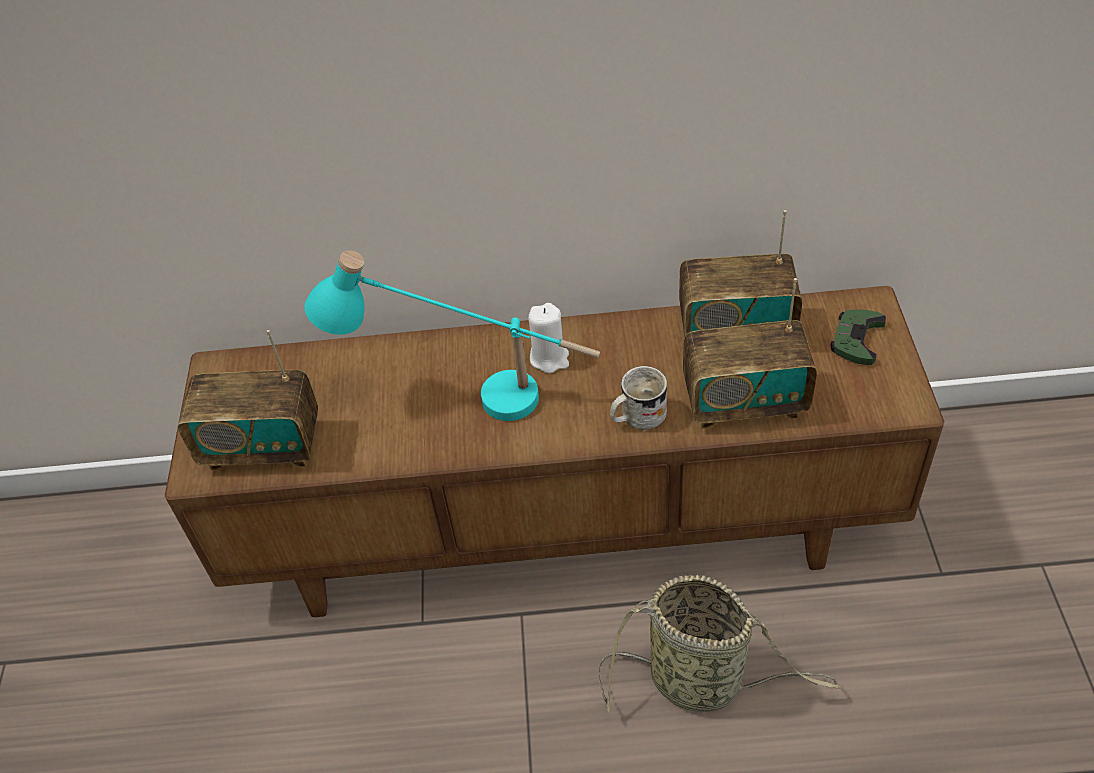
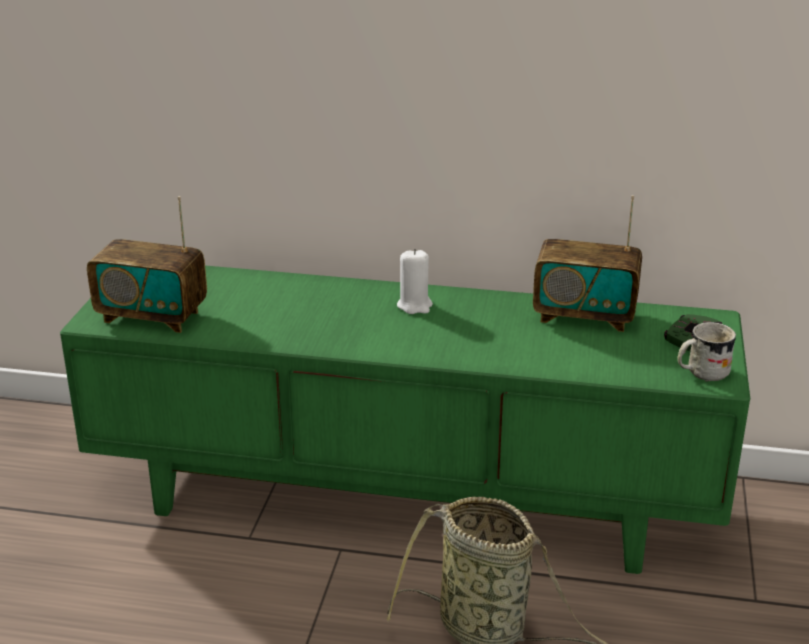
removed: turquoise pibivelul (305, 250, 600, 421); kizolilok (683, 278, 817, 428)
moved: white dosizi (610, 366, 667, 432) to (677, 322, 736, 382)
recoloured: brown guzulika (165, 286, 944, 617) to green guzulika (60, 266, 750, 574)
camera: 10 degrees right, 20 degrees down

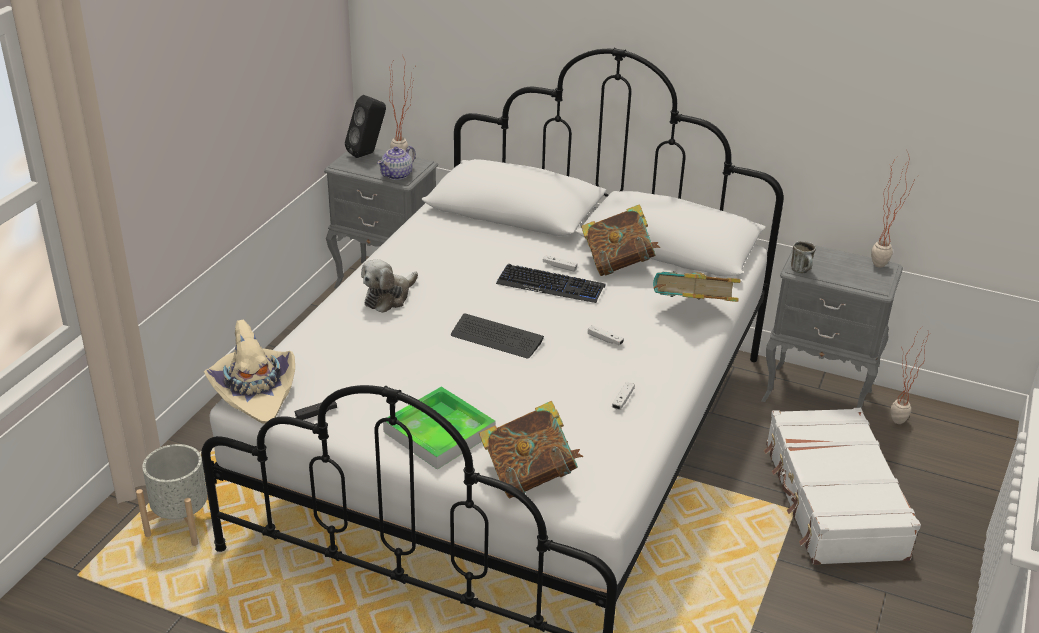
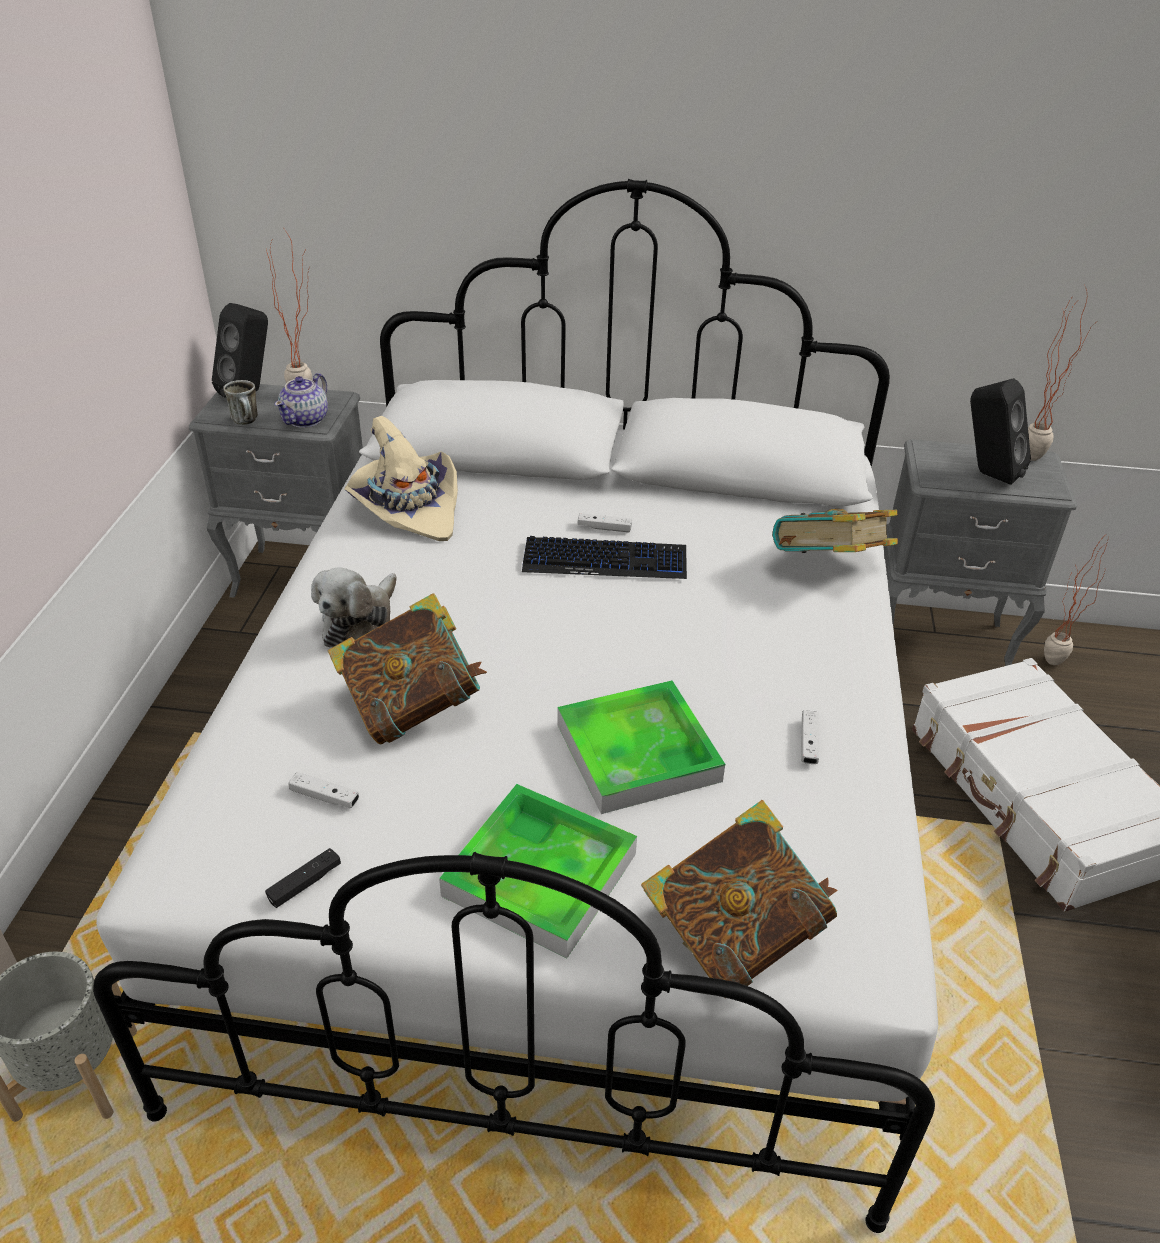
removed: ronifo (451, 313, 544, 359)
added: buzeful (557, 680, 725, 814); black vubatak (970, 378, 1031, 485)
moved: dosizi (791, 241, 816, 273) to (223, 380, 258, 425); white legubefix (588, 325, 624, 346) to (288, 772, 359, 809); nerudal (581, 204, 661, 276) to (328, 593, 487, 745); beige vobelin (204, 319, 295, 424) to (344, 416, 458, 541)
camera: 15 degrees left, 5 degrees up

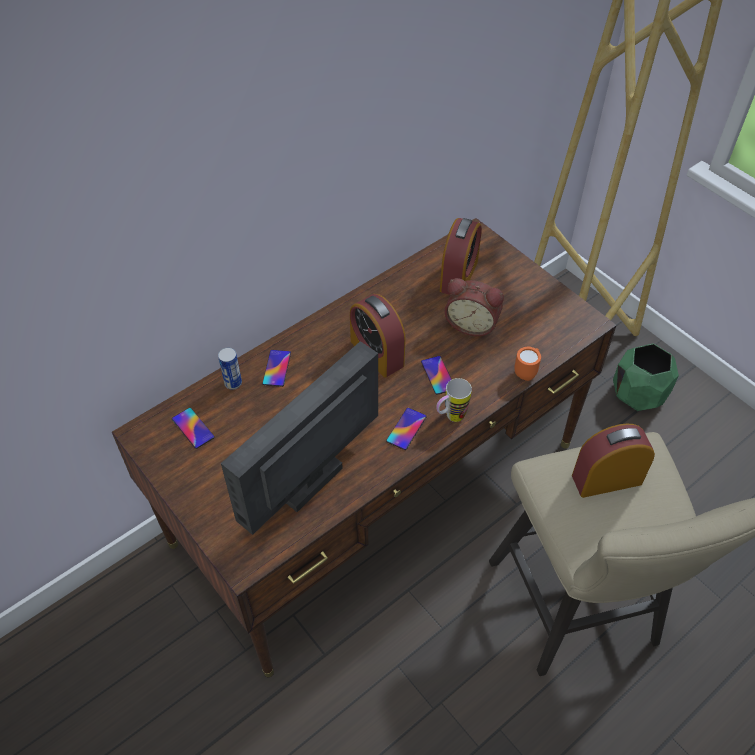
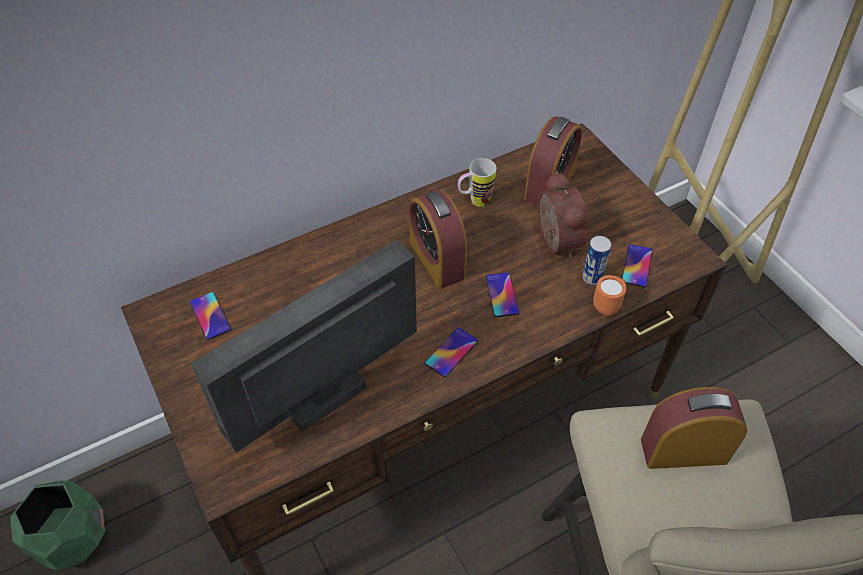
moved: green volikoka (613, 343, 679, 411) to (10, 480, 105, 570); dosizi (436, 378, 472, 422) to (458, 158, 496, 207); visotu (218, 347, 242, 390) to (582, 236, 611, 285); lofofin (262, 350, 291, 387) to (622, 244, 653, 288)
turned: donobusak (445, 278, 504, 336) = (538, 171, 589, 258) 135 degrees counterclockwise
camera: 10 degrees right, 0 degrees up

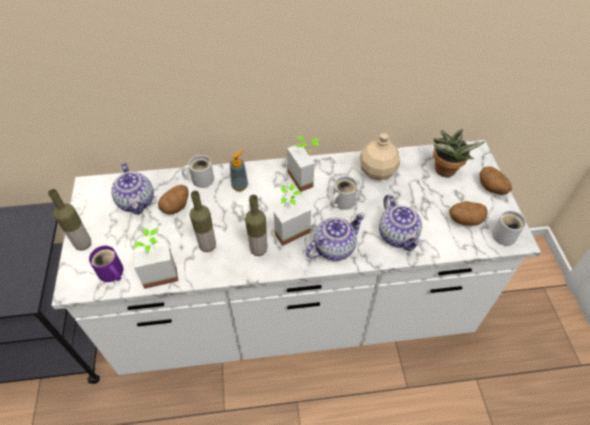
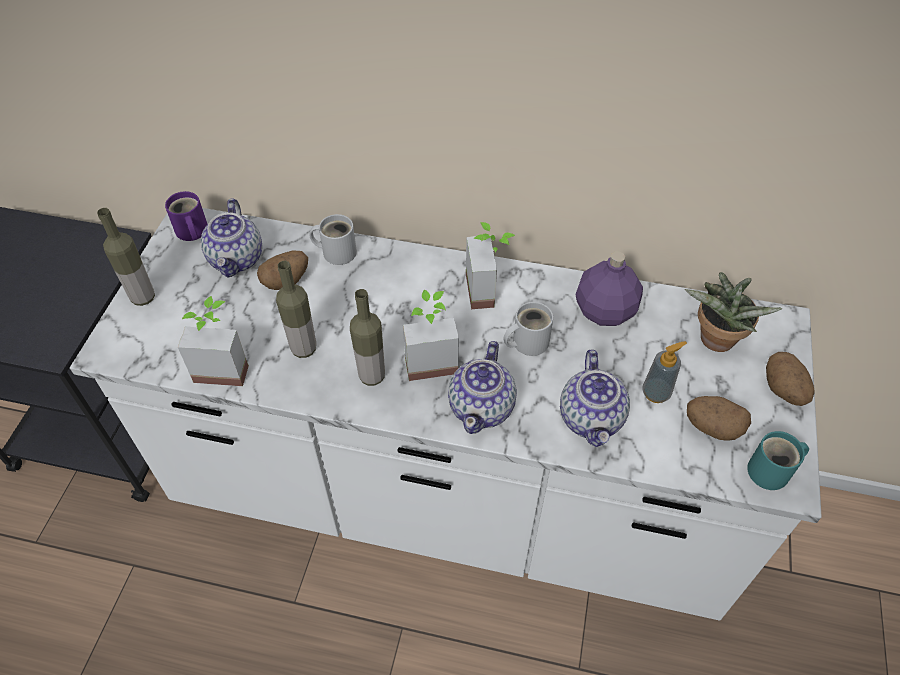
moved: purple dosizi (89, 246, 123, 282) to (165, 191, 207, 241); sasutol (230, 150, 248, 191) to (643, 341, 687, 403)
recoloured: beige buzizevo (360, 133, 400, 181) to purple buzizevo (575, 252, 643, 326); white dosizi (492, 210, 526, 246) to turquoise dosizi (747, 431, 809, 490)
turned: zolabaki (306, 213, 365, 261) = (448, 341, 517, 434) 120 degrees clockwise
camera: 20 degrees right, 0 degrees up

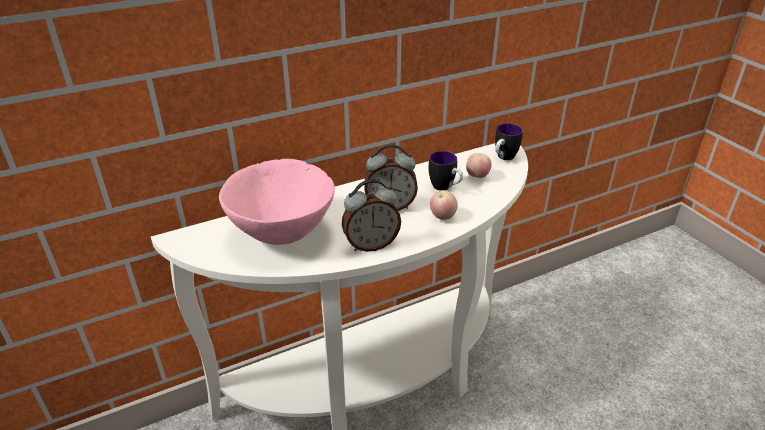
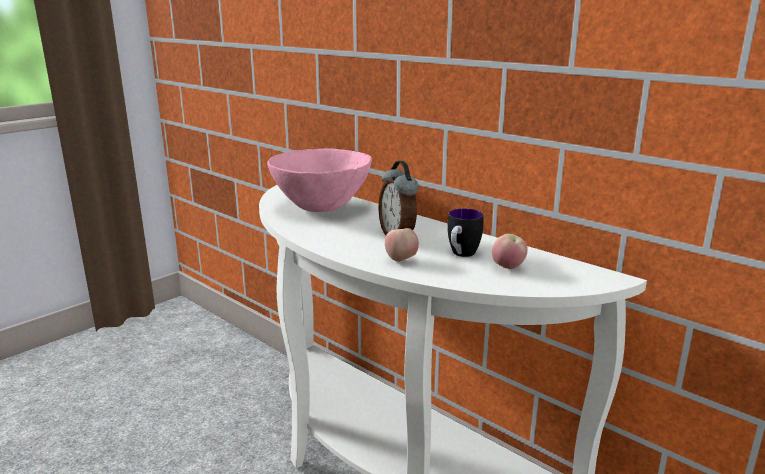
removed: donobusak (342, 179, 401, 252); dosizi (495, 124, 523, 160)
camera: 70 degrees right, 15 degrees down

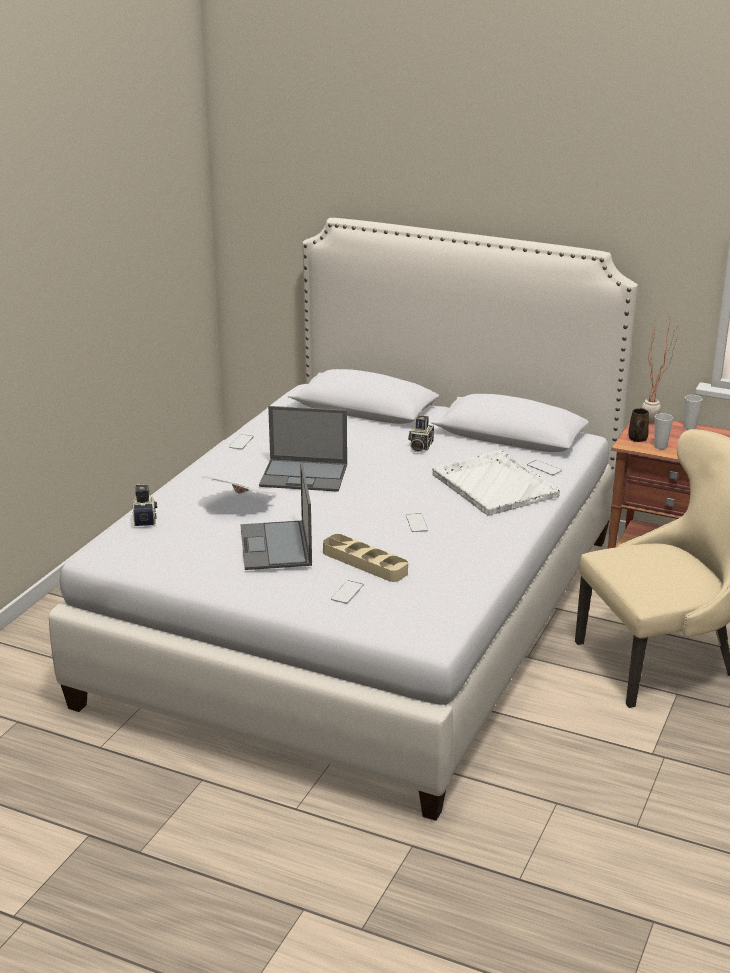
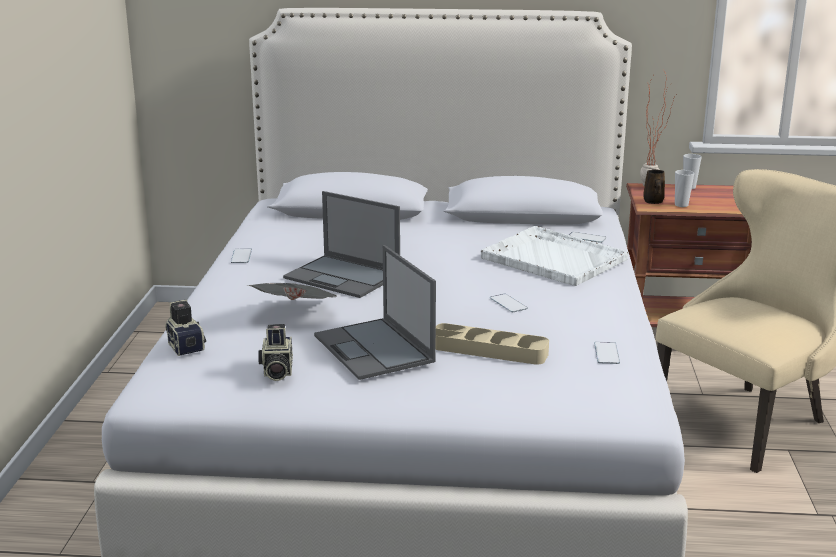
moved: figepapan (408, 415, 434, 452) to (258, 324, 293, 381); lofofin (331, 580, 364, 604) to (594, 342, 620, 364)
turned: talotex (259, 406, 347, 492) = (283, 191, 400, 298) 45 degrees clockwise
camera: 20 degrees left, 5 degrees down

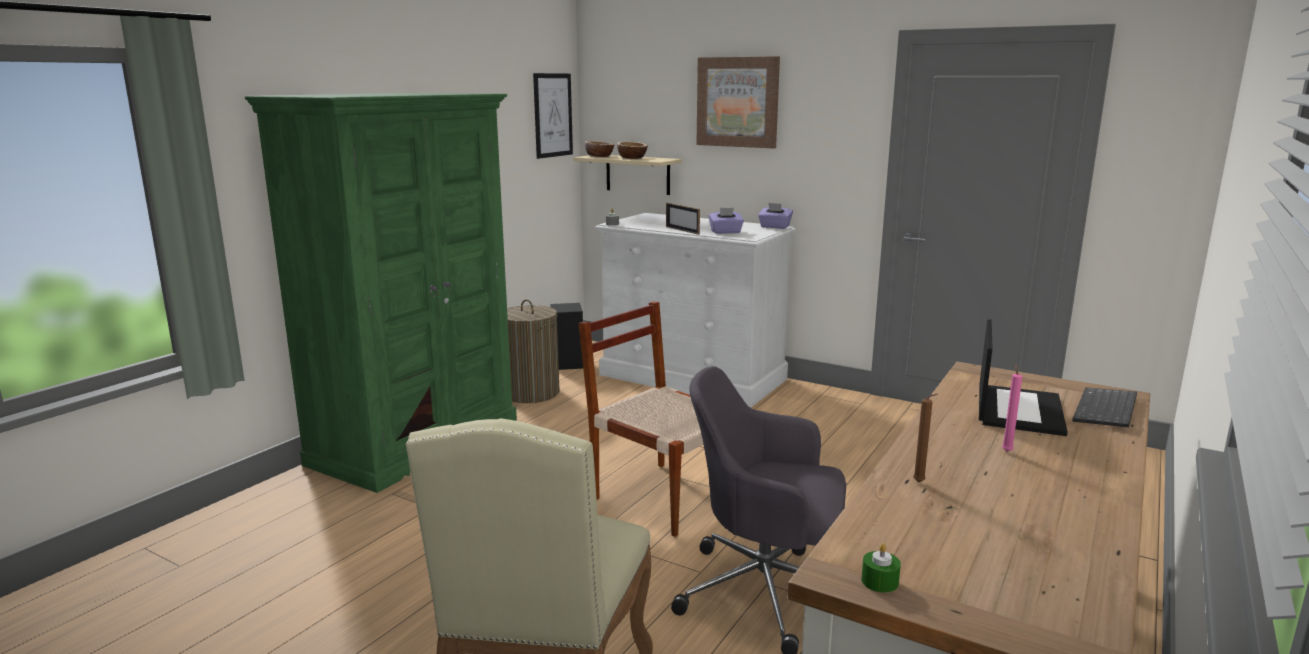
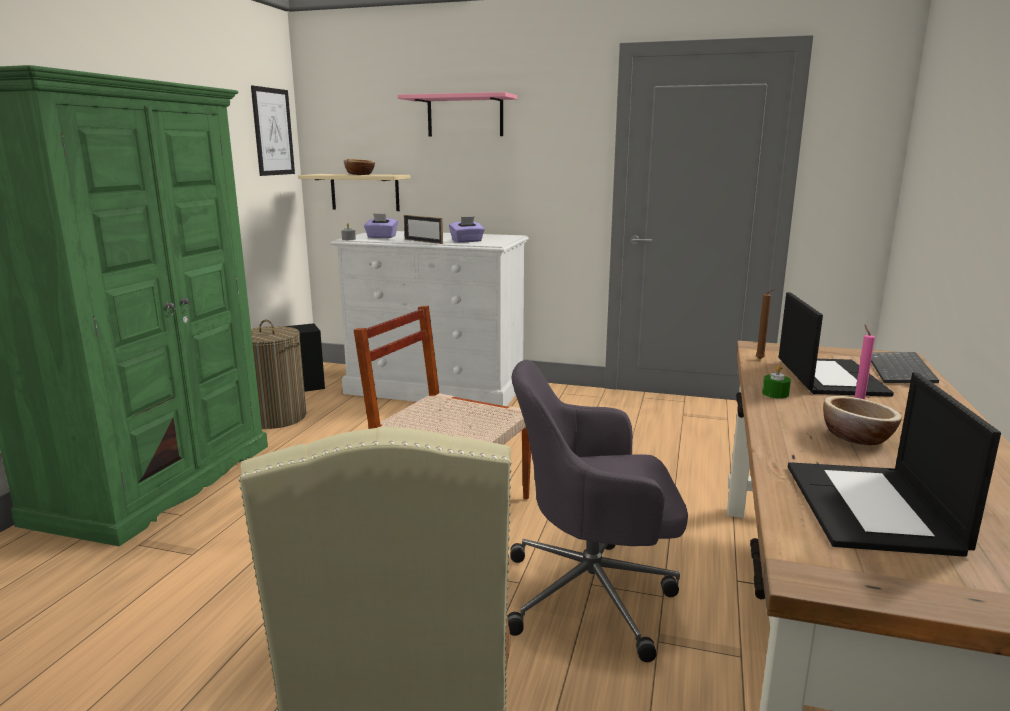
added: talotex (788, 373, 1001, 557)
moved: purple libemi (758, 203, 793, 229) to (364, 213, 398, 238); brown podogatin (913, 394, 938, 482) to (756, 288, 776, 359); green podogatin (861, 543, 901, 593) to (762, 365, 791, 399); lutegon (585, 141, 614, 157) to (823, 396, 902, 445)
replaced: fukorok (696, 56, 780, 148) to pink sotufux (397, 92, 517, 137)
camera: 15 degrees left, 0 degrees up

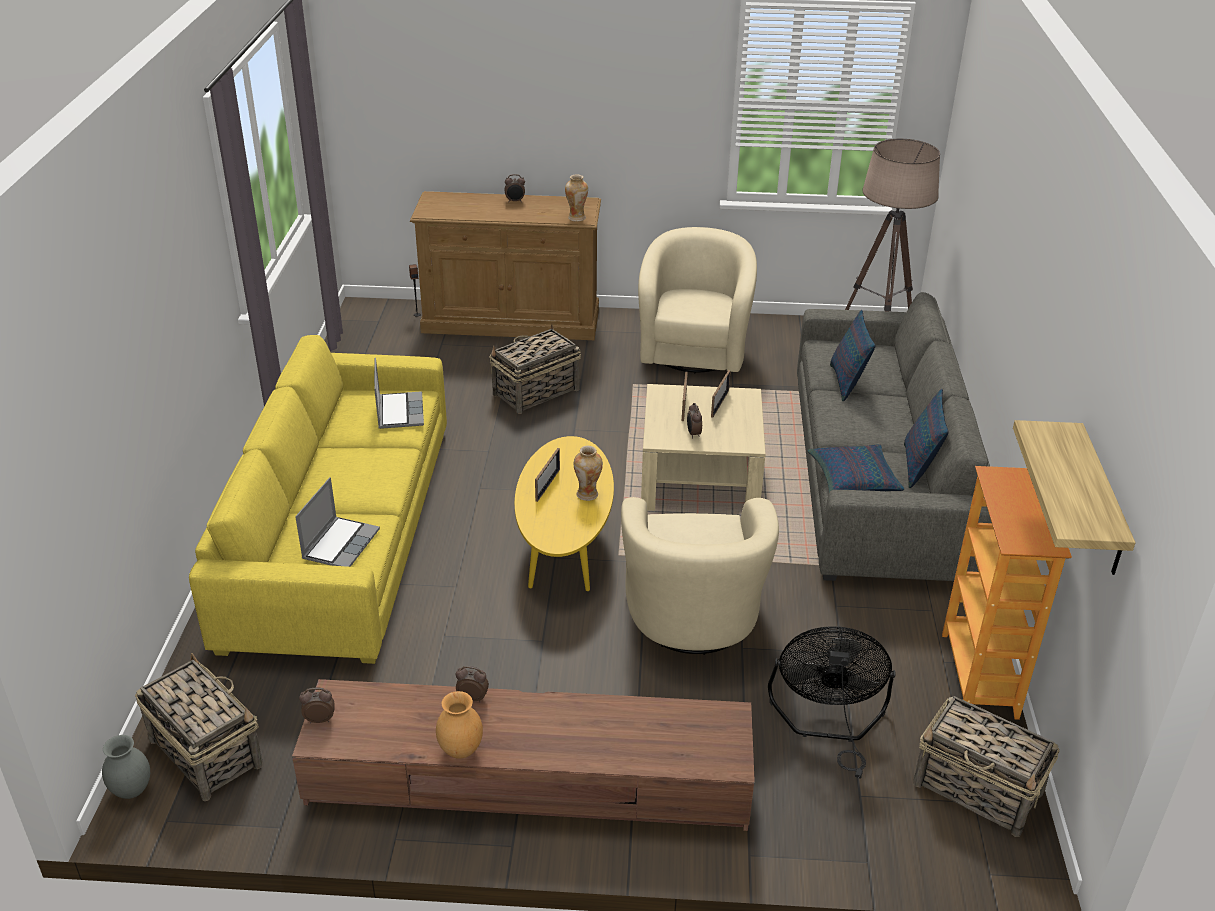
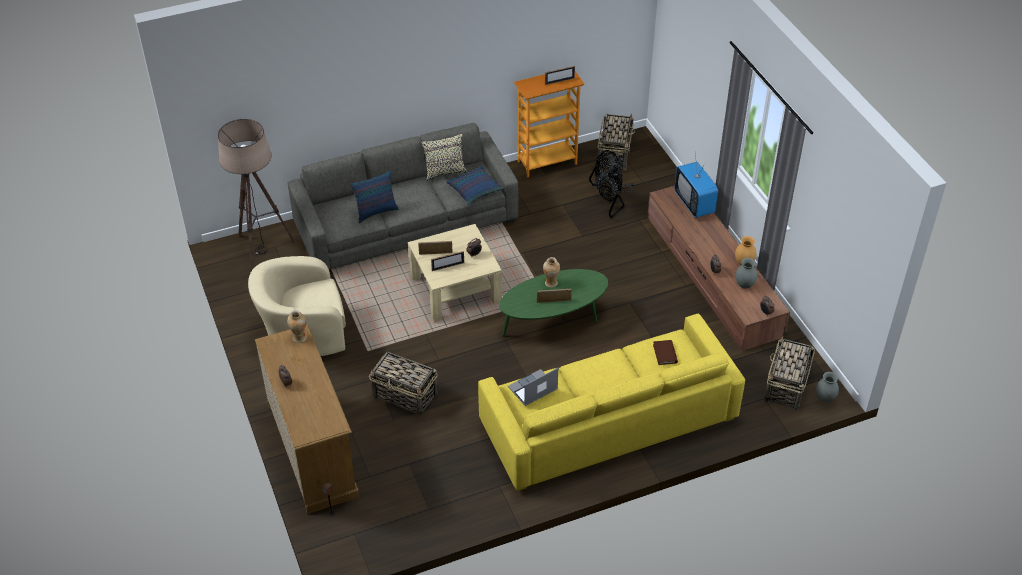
removed: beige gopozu (621, 497, 779, 655); sotufux (1013, 420, 1136, 575)
added: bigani (545, 66, 575, 85); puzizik (674, 154, 718, 218); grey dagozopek (735, 258, 757, 289)
replaced: talotex (295, 477, 380, 567) to brown nerudal (653, 340, 678, 365)
recoloured: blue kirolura (904, 389, 949, 488) to beige kirolura (421, 134, 467, 181); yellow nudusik (515, 436, 614, 591) to green nudusik (500, 269, 608, 337)
camera: 115 degrees left, 10 degrees up

